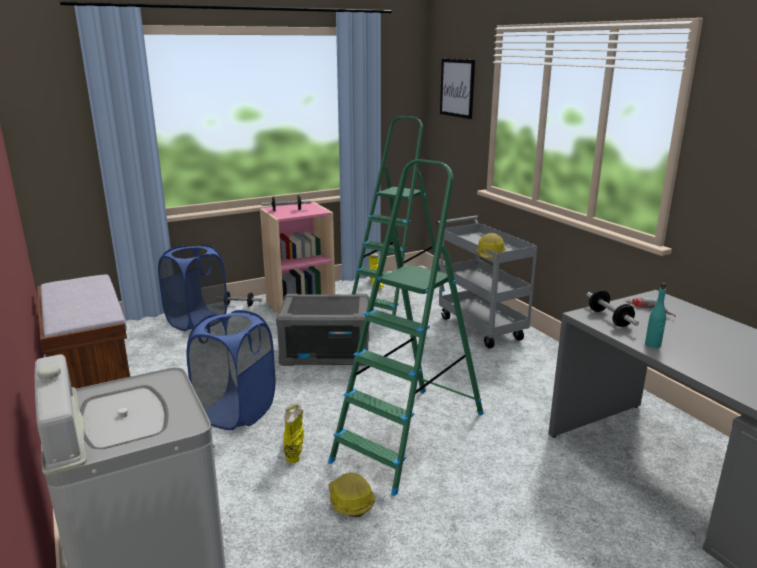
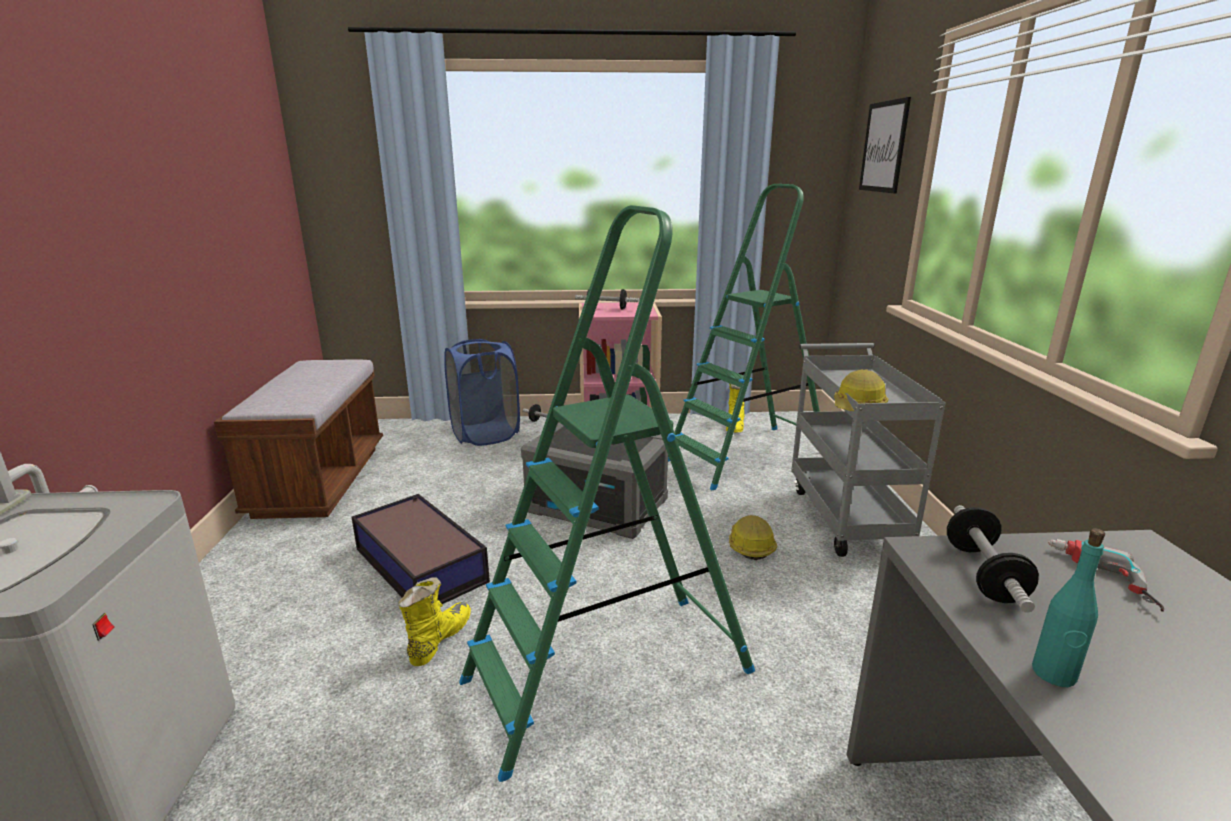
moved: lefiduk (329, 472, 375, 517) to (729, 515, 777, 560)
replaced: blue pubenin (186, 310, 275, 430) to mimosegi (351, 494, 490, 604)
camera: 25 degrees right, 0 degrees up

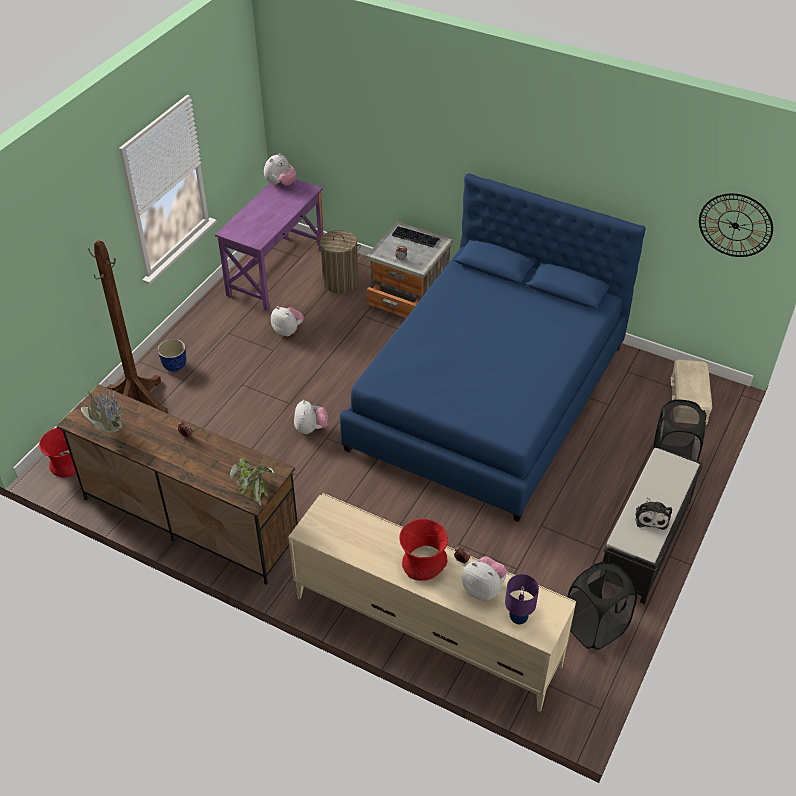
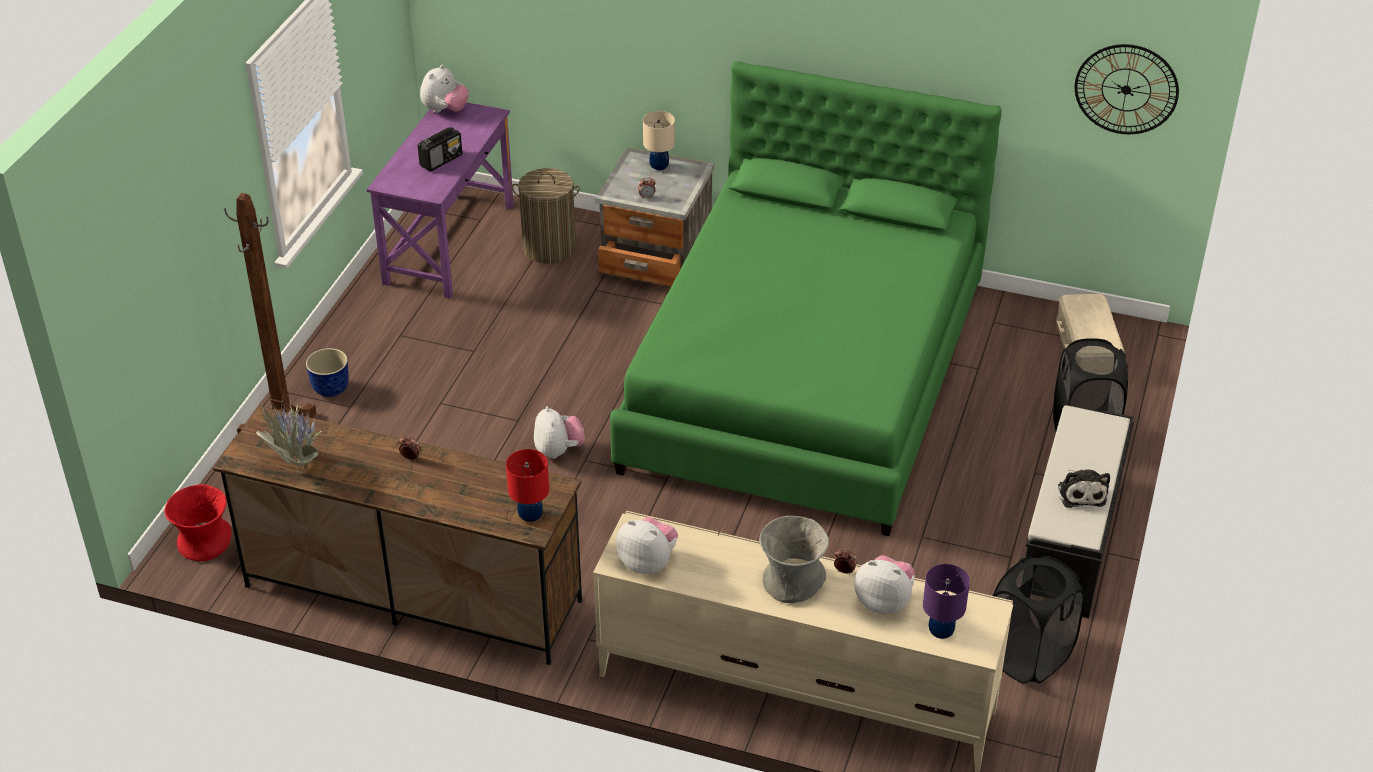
added: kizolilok (417, 127, 462, 172)
moved: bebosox (271, 306, 304, 337) to (616, 517, 678, 574)
replaced: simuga (230, 458, 276, 506) to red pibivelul (506, 449, 549, 522); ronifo (391, 226, 439, 247) to beige pibivelul (643, 111, 675, 170)
recoloured: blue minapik (340, 173, 646, 522) to green minapik (610, 61, 1002, 536); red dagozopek (399, 519, 448, 581) to grey dagozopek (759, 516, 829, 603)
camera: 10 degrees left, 5 degrees down

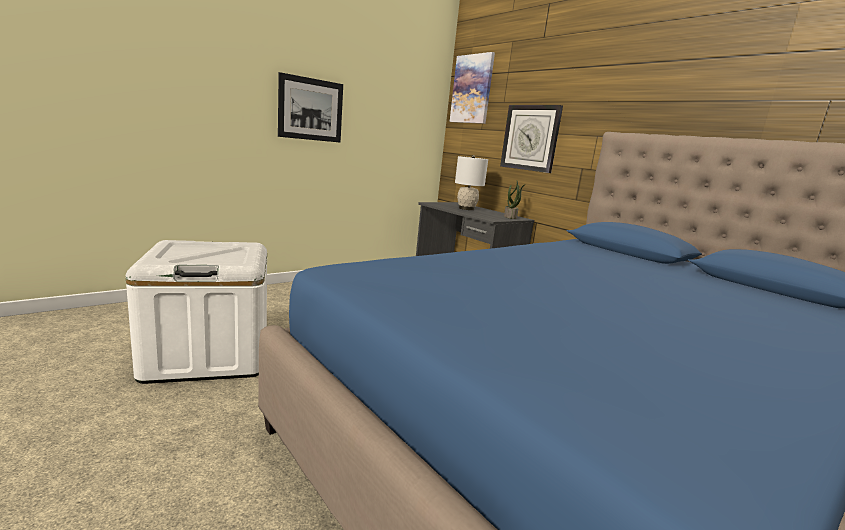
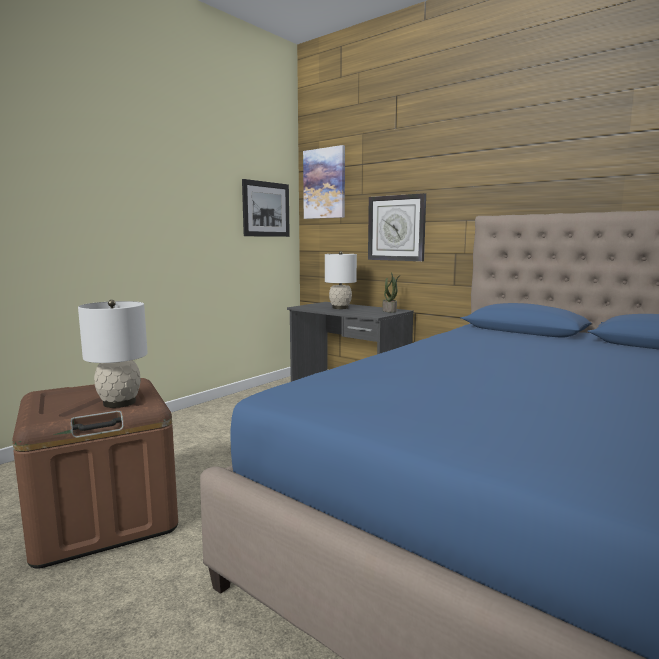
added: white pibivelul (78, 300, 148, 408)
moved: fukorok (278, 72, 343, 142) to (242, 179, 290, 237)
recoloured: white mimosegi (126, 240, 267, 384) to brown mimosegi (12, 378, 178, 569)
camera: 10 degrees left, 5 degrees down

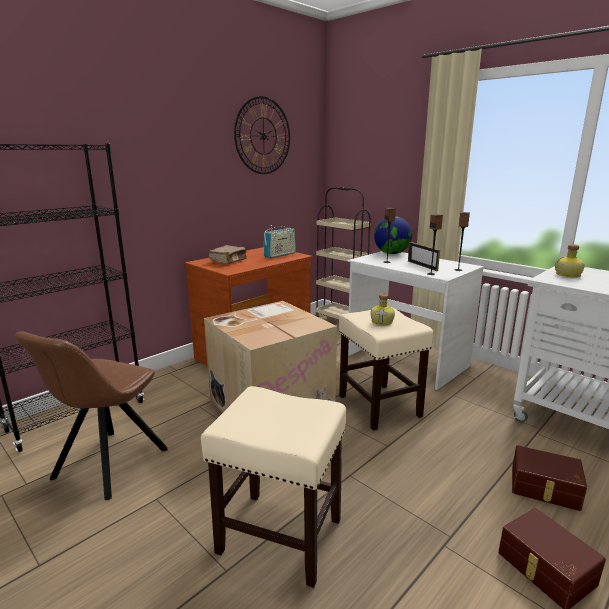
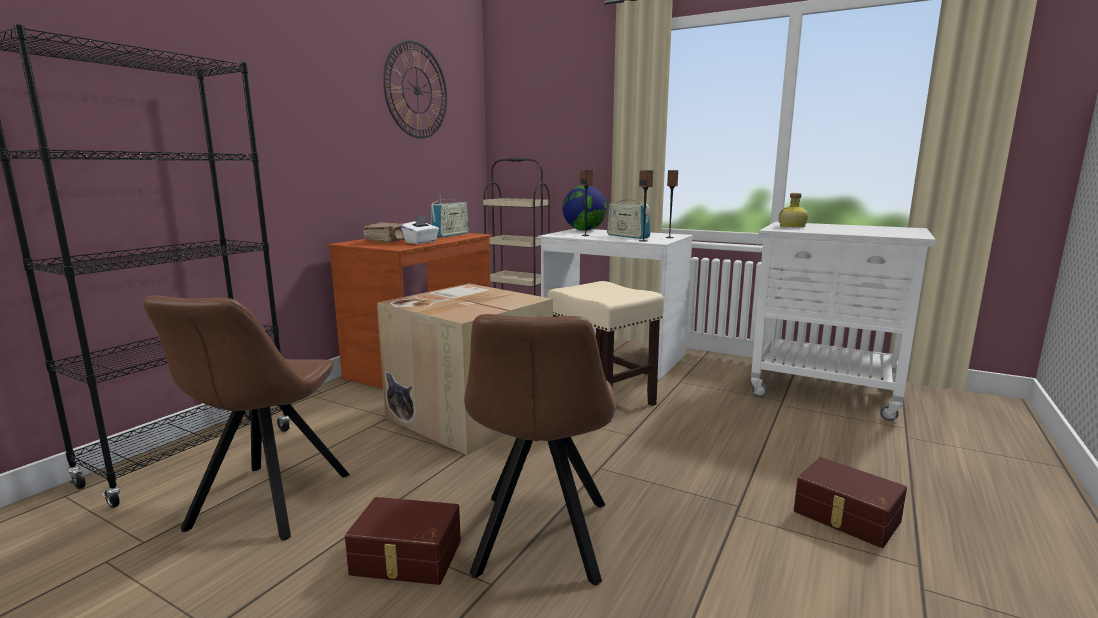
removed: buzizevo (370, 293, 395, 325)
added: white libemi (401, 216, 439, 244)
moved: brown mimosegi (512, 445, 587, 511) to (345, 497, 461, 585)
replaced: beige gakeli (201, 386, 346, 588) to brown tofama (464, 314, 616, 586); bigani (408, 242, 440, 271) to kizolilok (607, 195, 650, 239)
camera: 15 degrees left, 5 degrees down

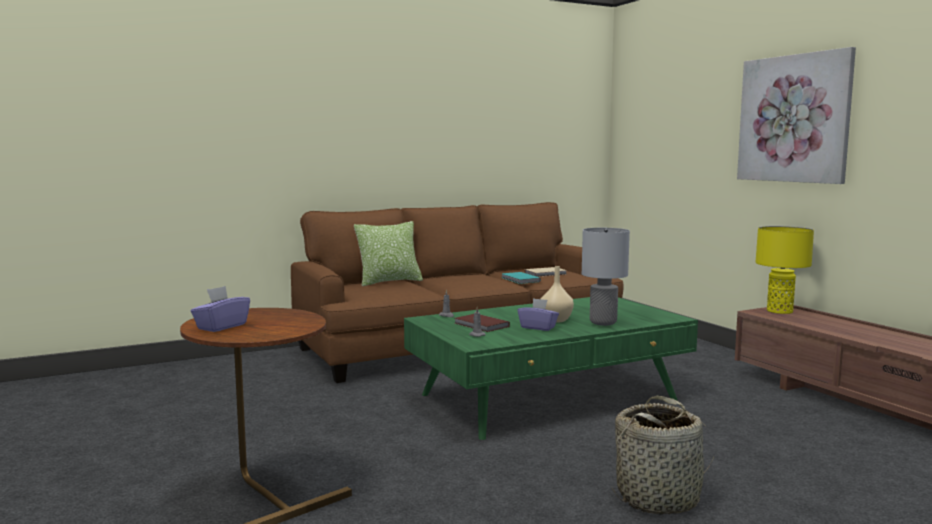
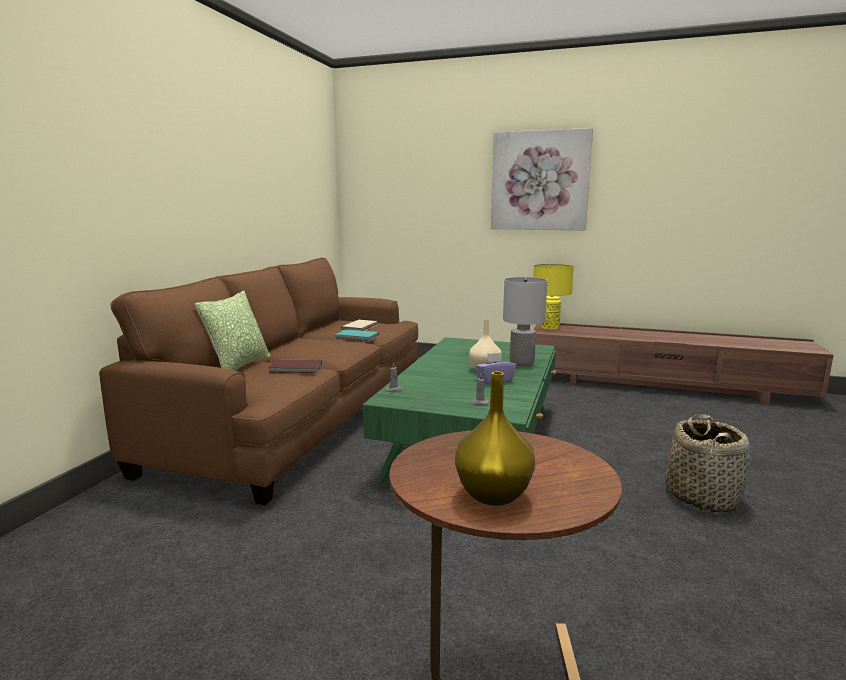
moved: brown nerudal (454, 314, 510, 332) to (268, 360, 322, 374)
replaced: purple libemi (191, 286, 250, 332) to yellow dagozopek (455, 372, 535, 506)
camera: 45 degrees left, 5 degrees up

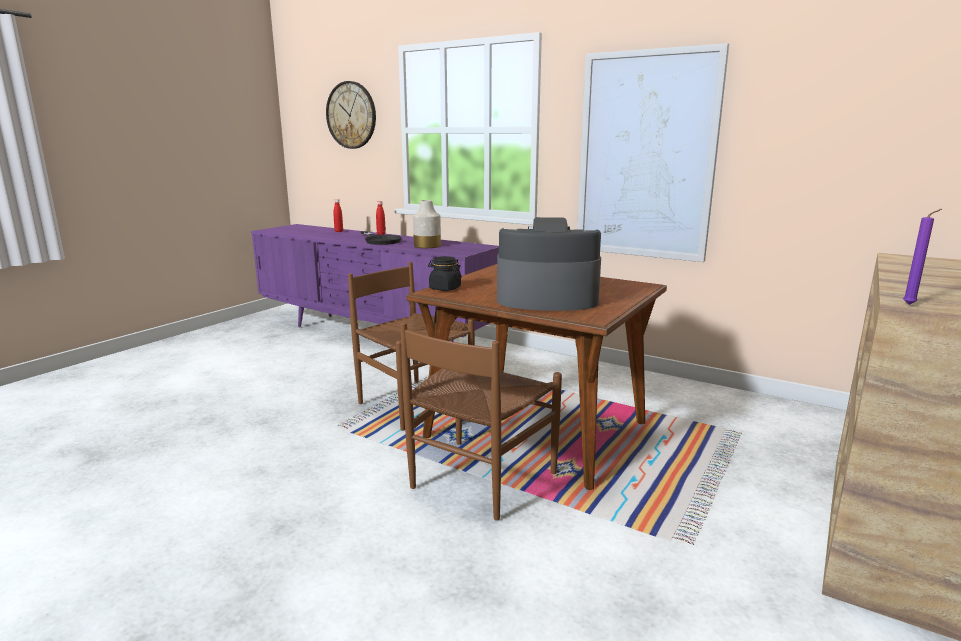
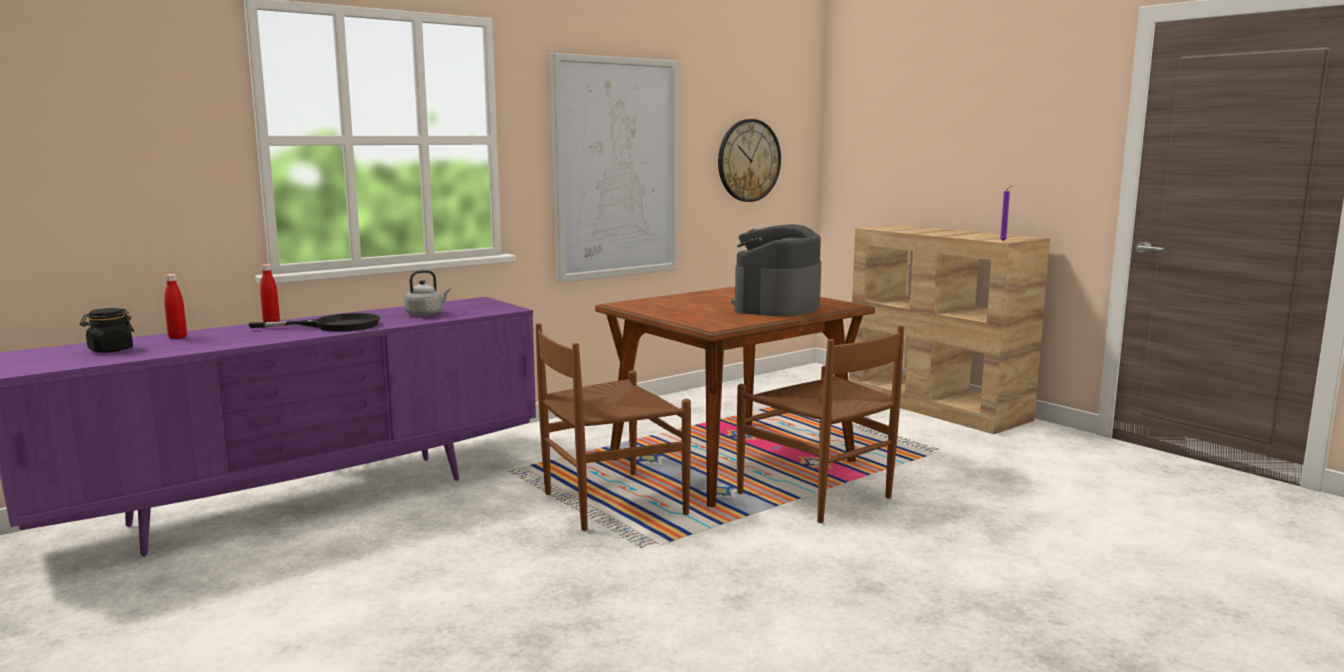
moved: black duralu (428, 256, 462, 291) to (80, 308, 134, 353); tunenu (326, 81, 376, 149) to (718, 119, 781, 202)
replaced: beige dagozopek (413, 200, 441, 248) to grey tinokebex (404, 270, 451, 316)
camera: 70 degrees left, 5 degrees down

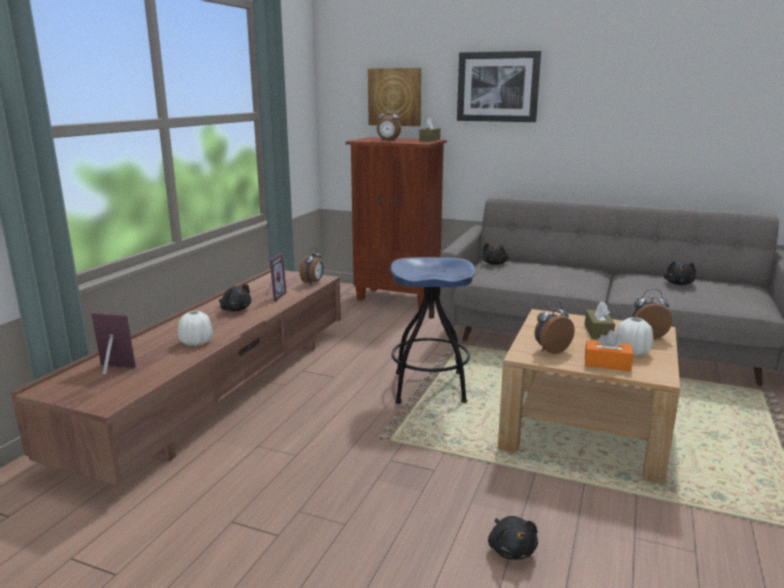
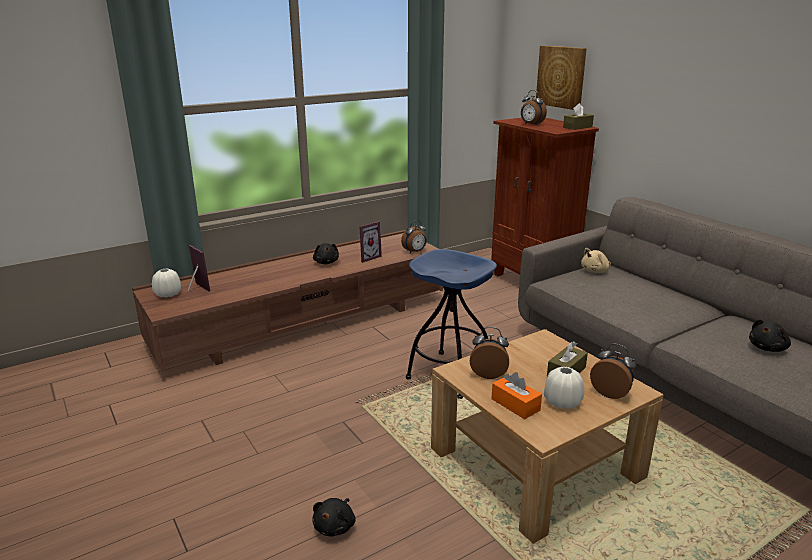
removed: fukorok (457, 51, 541, 122)
moved: white dagozopek (178, 311, 213, 346) to (152, 268, 181, 298)
recoloured: black bebosox (482, 243, 509, 265) to beige bebosox (581, 248, 611, 273)
camera: 35 degrees right, 5 degrees up

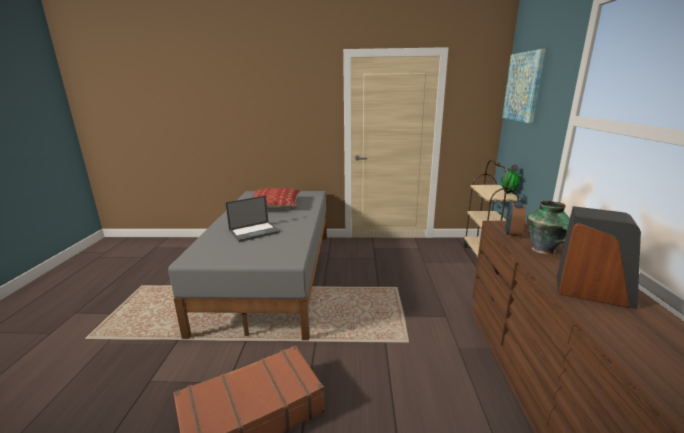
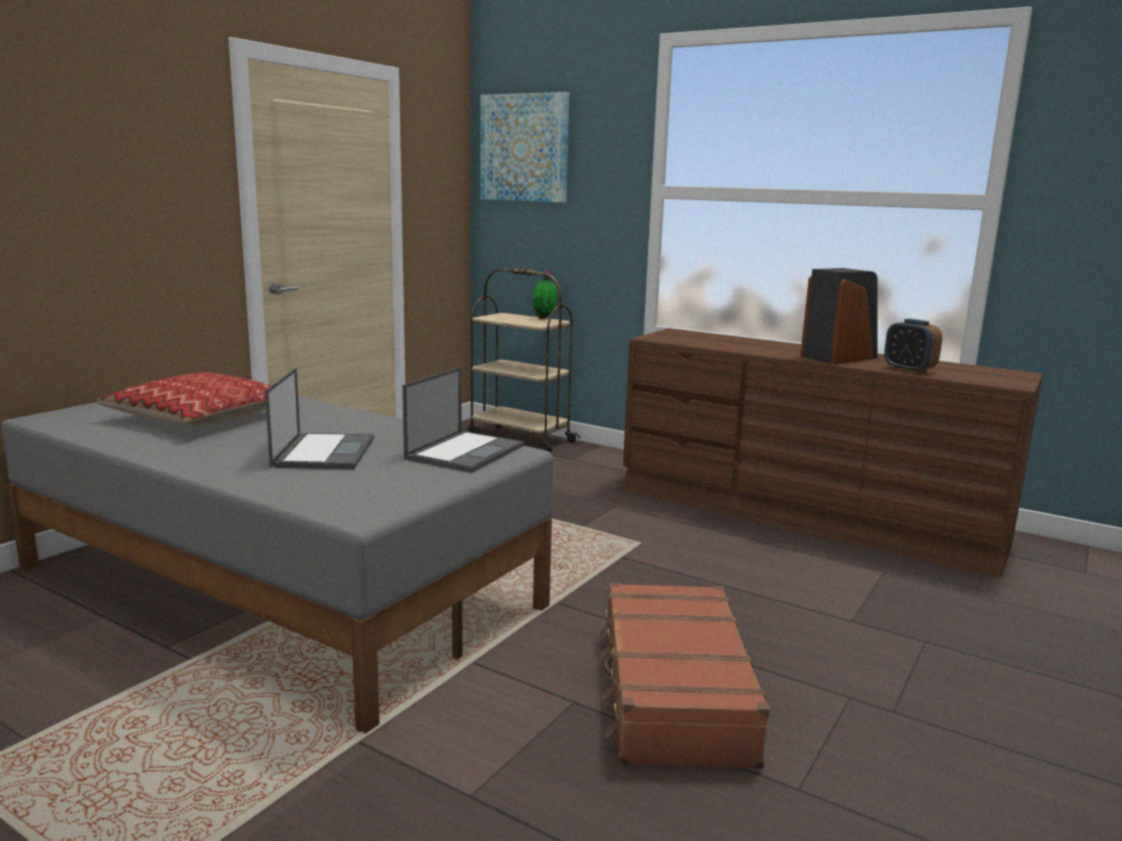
removed: dagozopek (527, 201, 570, 255)
added: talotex (402, 367, 524, 473)
moved: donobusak (505, 202, 526, 237) to (884, 319, 942, 373)
camera: 60 degrees left, 5 degrees down

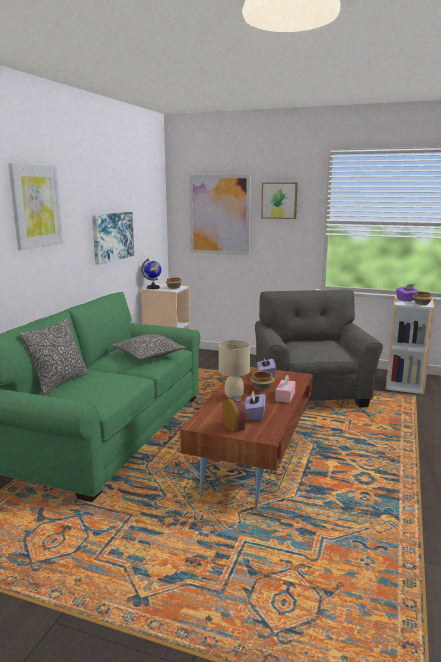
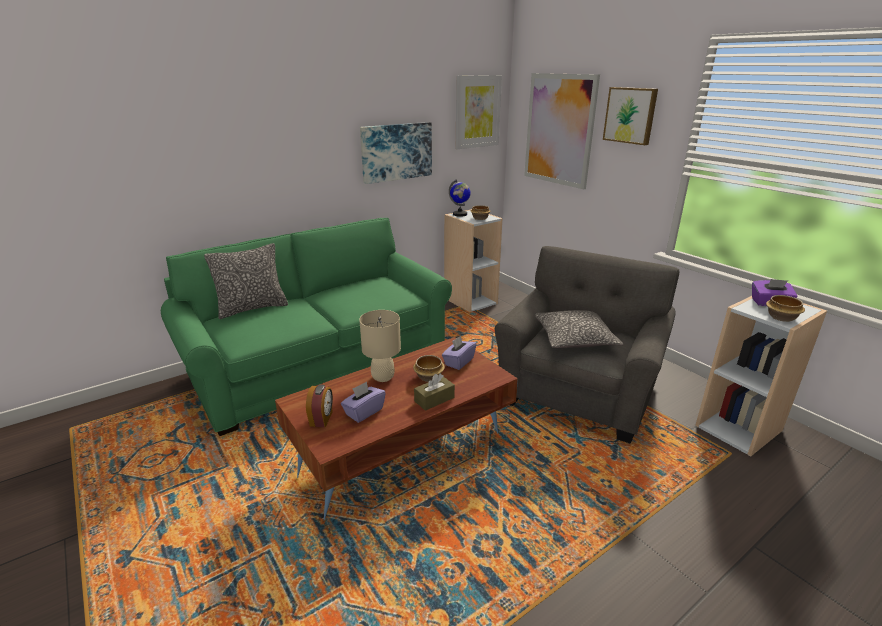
moved: fukorok (8, 163, 63, 250) to (456, 75, 502, 149); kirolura (112, 334, 186, 360) to (536, 310, 623, 348)
recoloured: pink libemi (275, 374, 296, 403) to brown libemi (414, 374, 455, 411)
camera: 35 degrees right, 10 degrees up

